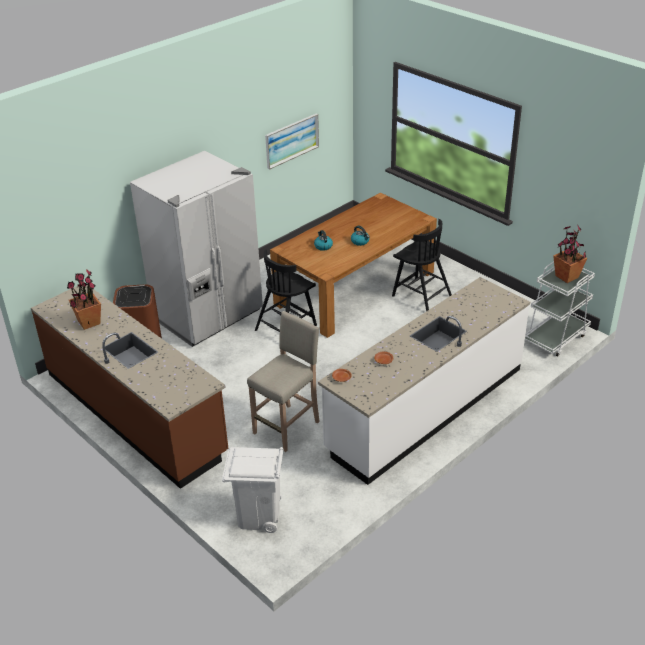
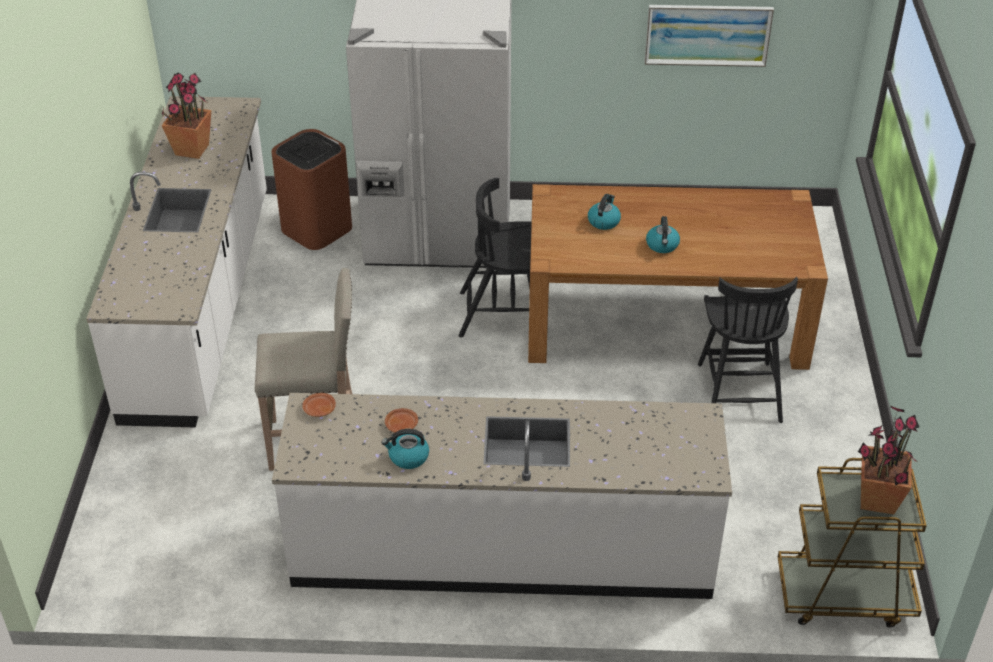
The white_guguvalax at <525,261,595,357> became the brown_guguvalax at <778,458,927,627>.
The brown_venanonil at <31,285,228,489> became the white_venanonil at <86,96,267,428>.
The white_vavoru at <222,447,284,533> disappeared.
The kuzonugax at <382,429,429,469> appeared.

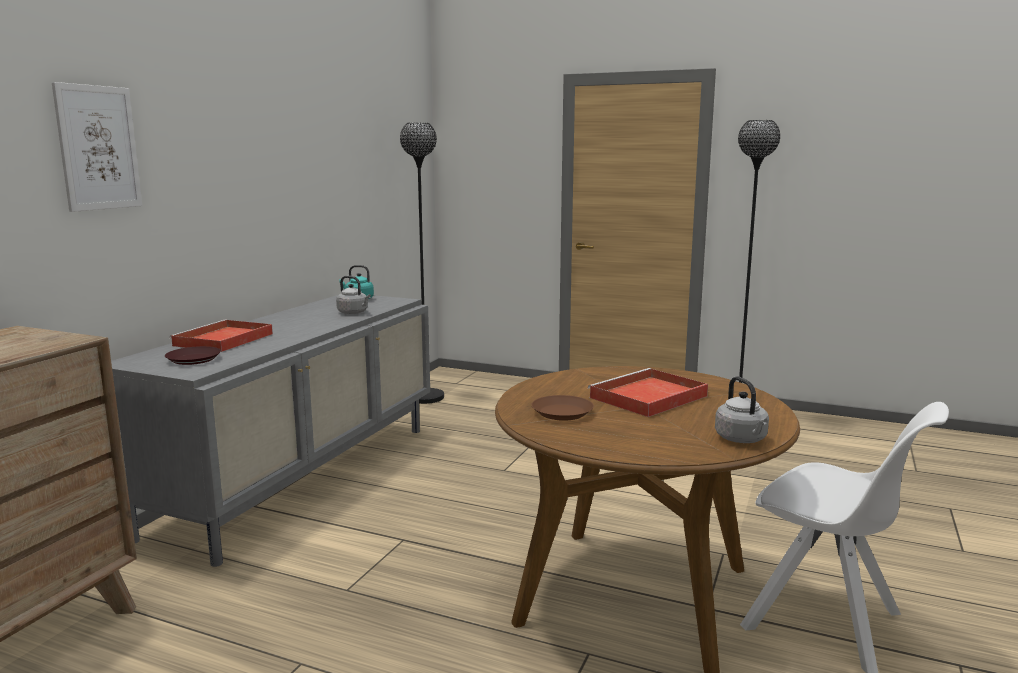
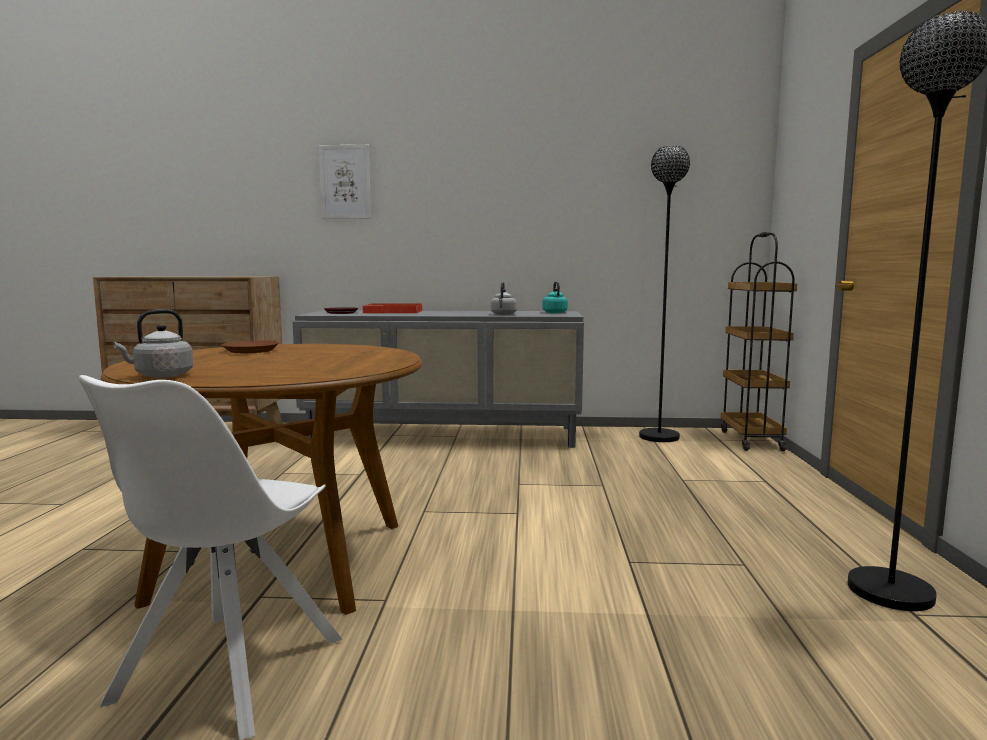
The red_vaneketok at <588,368,708,417> disappeared.
The brown_guguvalax at <720,232,797,451> appeared.

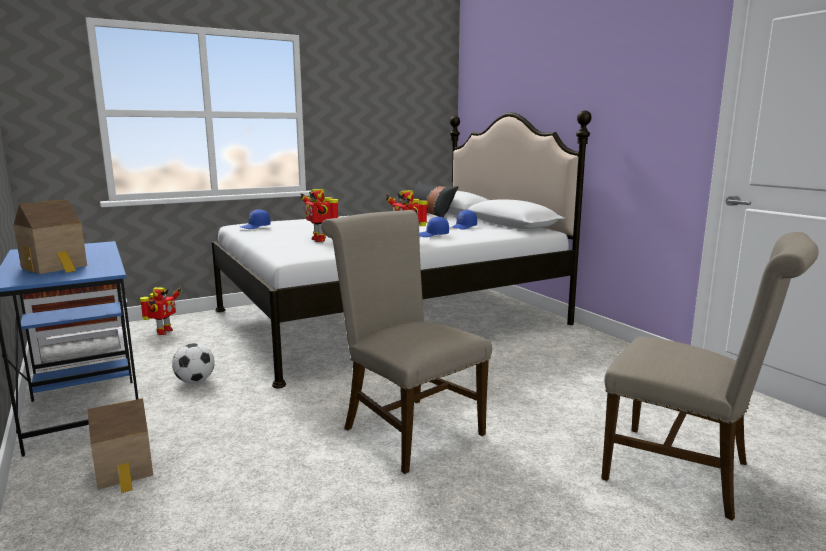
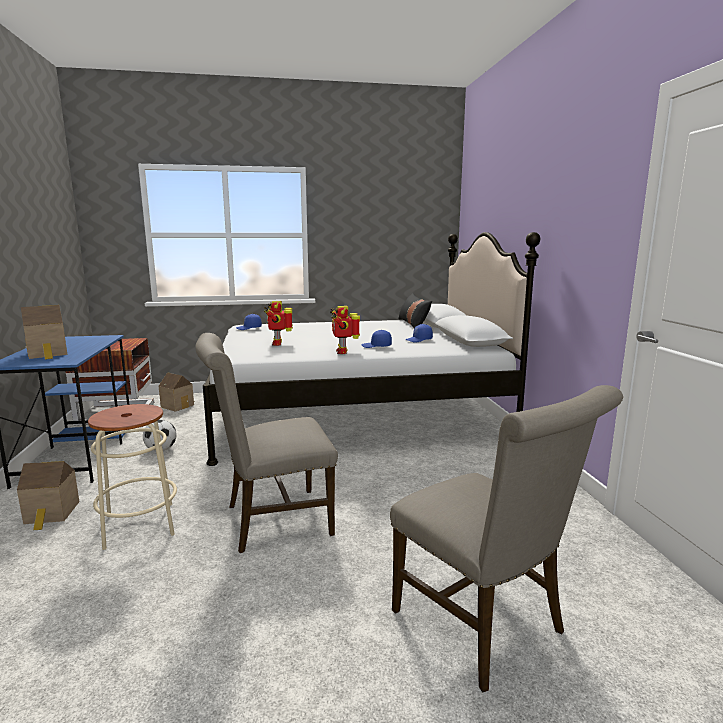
The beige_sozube at <321,210,492,474> turned 90 degrees counterclockwise.
The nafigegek at <140,287,182,335> was replaced by the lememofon at <159,372,195,412>.
The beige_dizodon at <88,404,177,550> appeared.

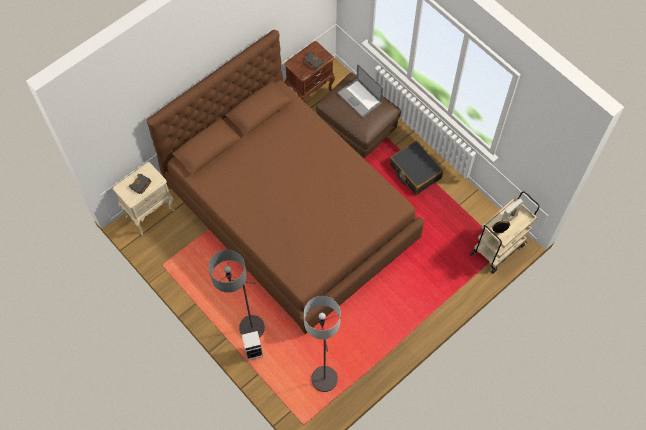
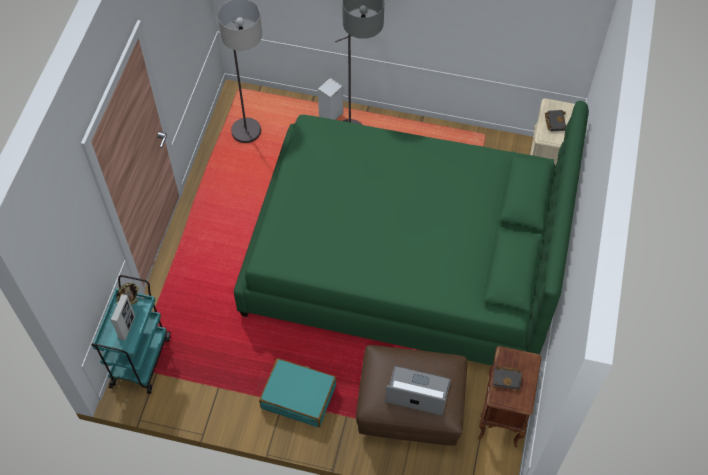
The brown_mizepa at <147,30,424,334> became the green_mizepa at <234,101,589,366>.
The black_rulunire at <390,141,443,195> became the turquoise_rulunire at <259,358,336,428>.
The beige_guguvalax at <469,192,540,274> became the turquoise_guguvalax at <91,275,171,394>.

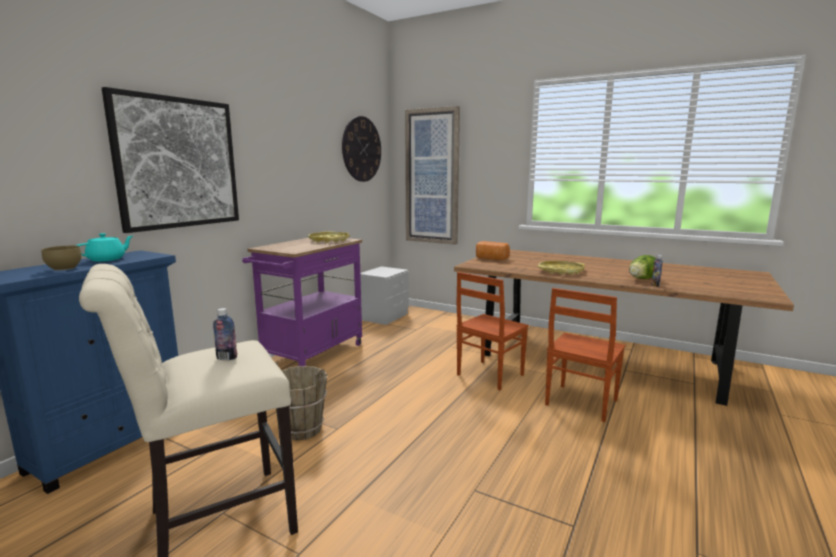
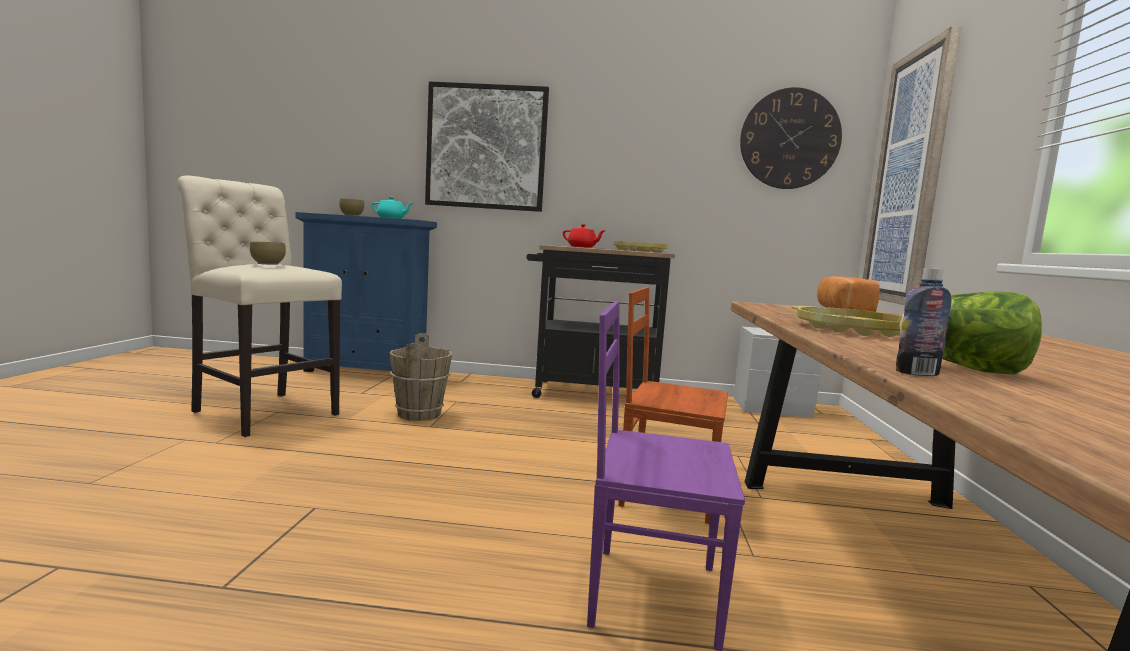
The purple_guguvalax at <242,238,362,366> became the black_guguvalax at <526,245,675,398>.
The brown_sozube at <545,288,625,422> became the purple_sozube at <587,301,745,651>.
The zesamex at <213,308,237,360> was replaced by the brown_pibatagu at <250,241,286,265>.
The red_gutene at <563,224,606,248> appeared.

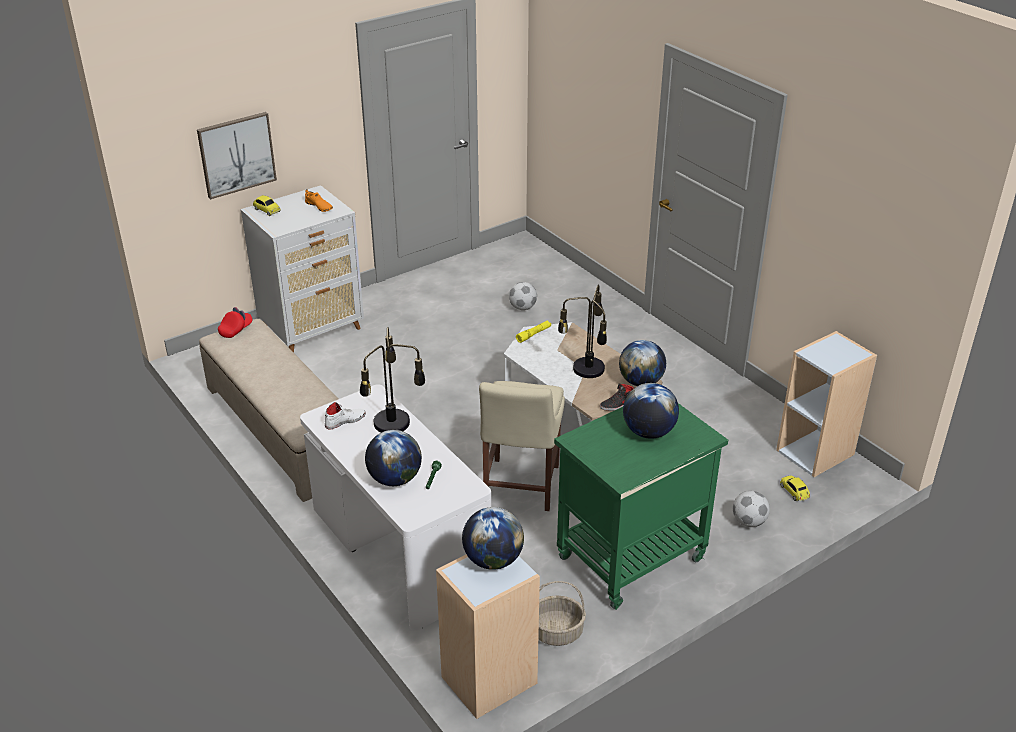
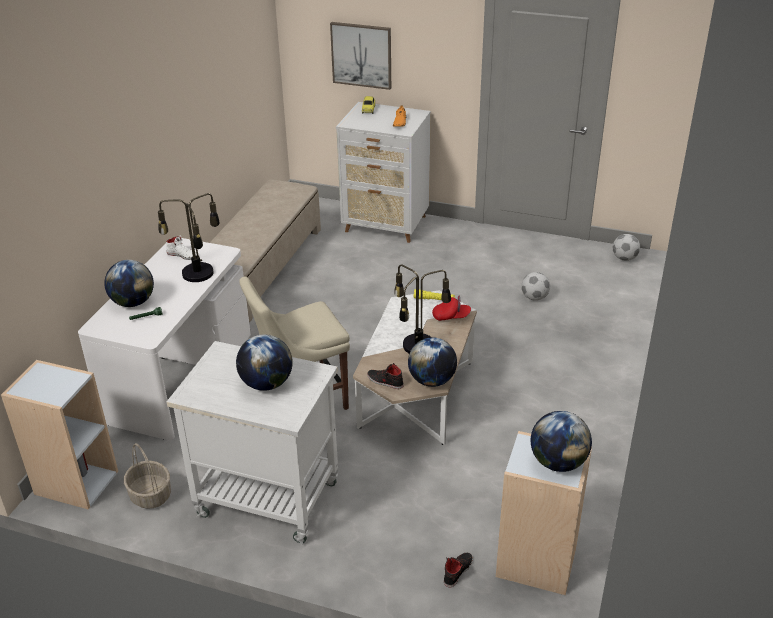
The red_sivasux moved from <218,307,252,338> to <432,296,471,321>.
The green_guguvalax at <554,403,728,610> became the white_guguvalax at <167,341,338,544>.
The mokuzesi at <780,475,810,501> was replaced by the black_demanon at <444,553,472,588>.
The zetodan moved from <733,491,770,527> to <613,234,640,261>.
The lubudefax moved from <462,507,524,570> to <531,411,592,472>.

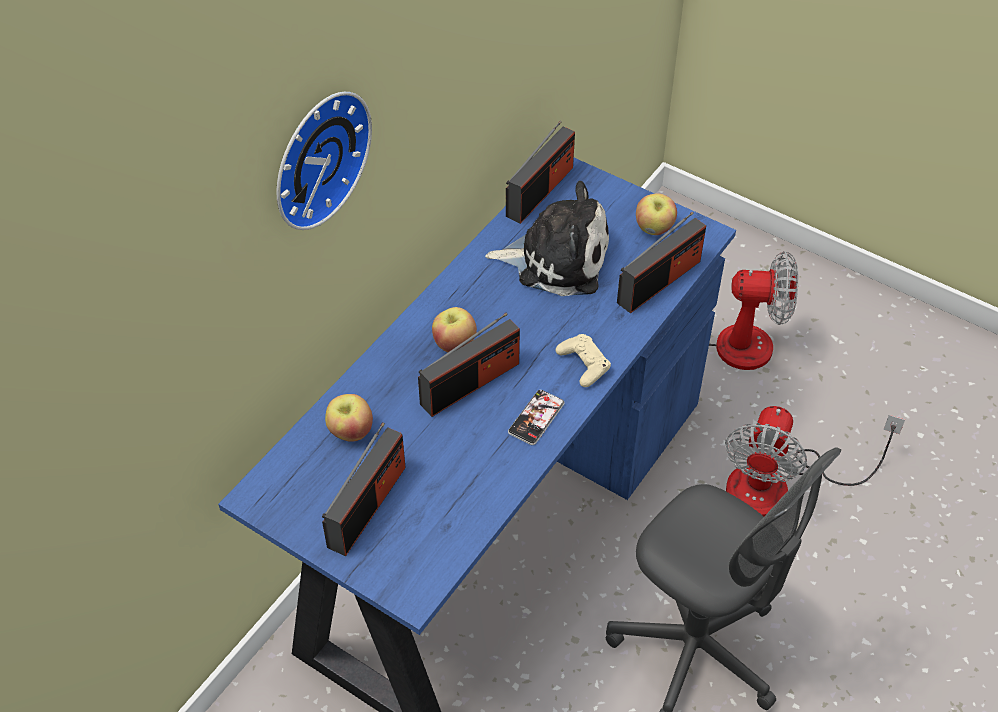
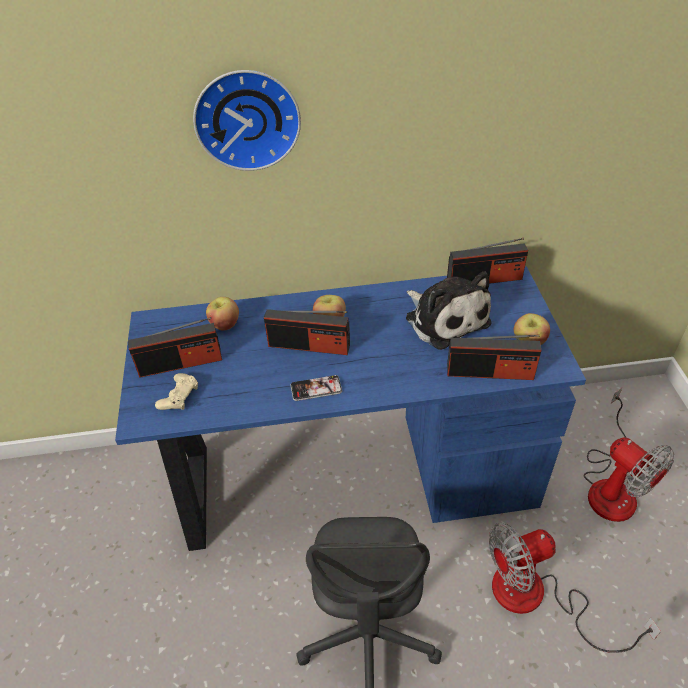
The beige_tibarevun moved from <555,334,611,387> to <155,373,198,410>.

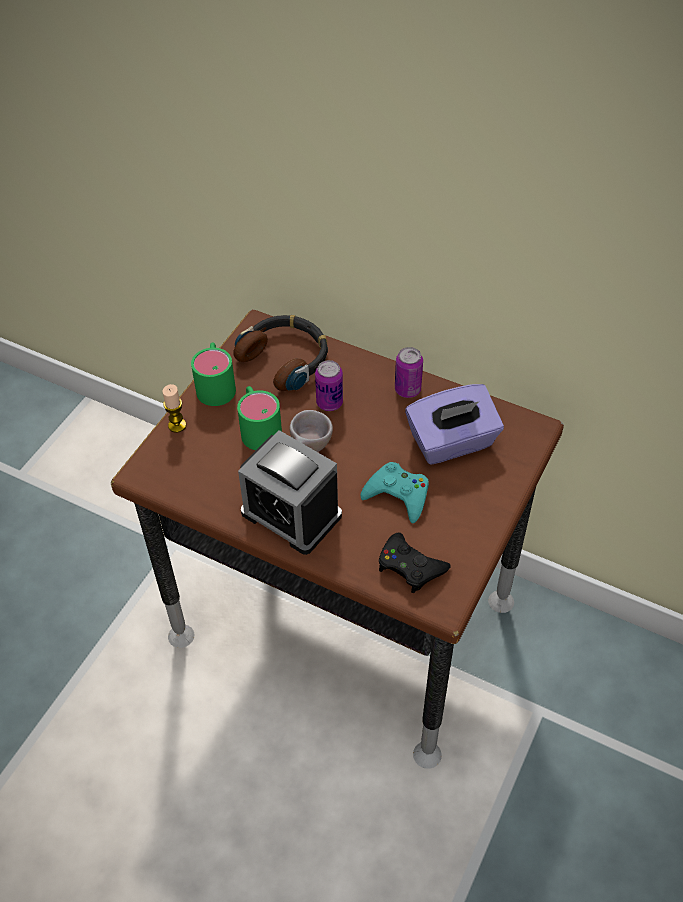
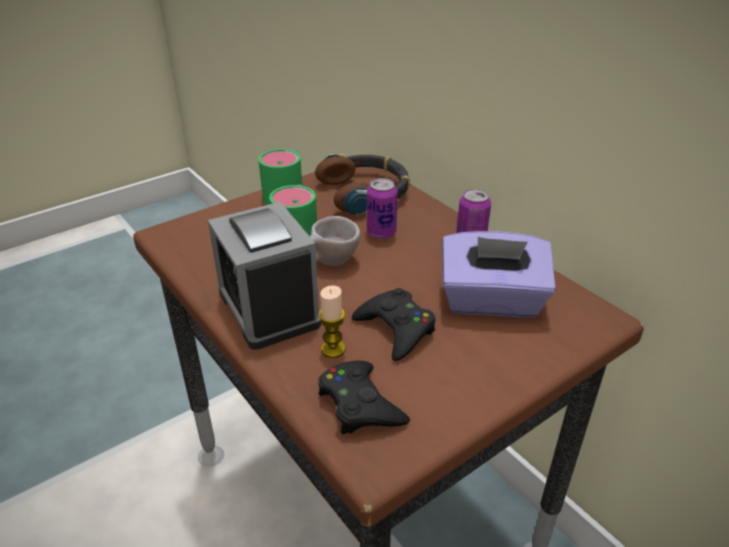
The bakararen moved from <163,384,186,433> to <319,285,345,358>.
The turquoise_tibarevun at <361,462,429,523> became the black_tibarevun at <352,288,436,361>.

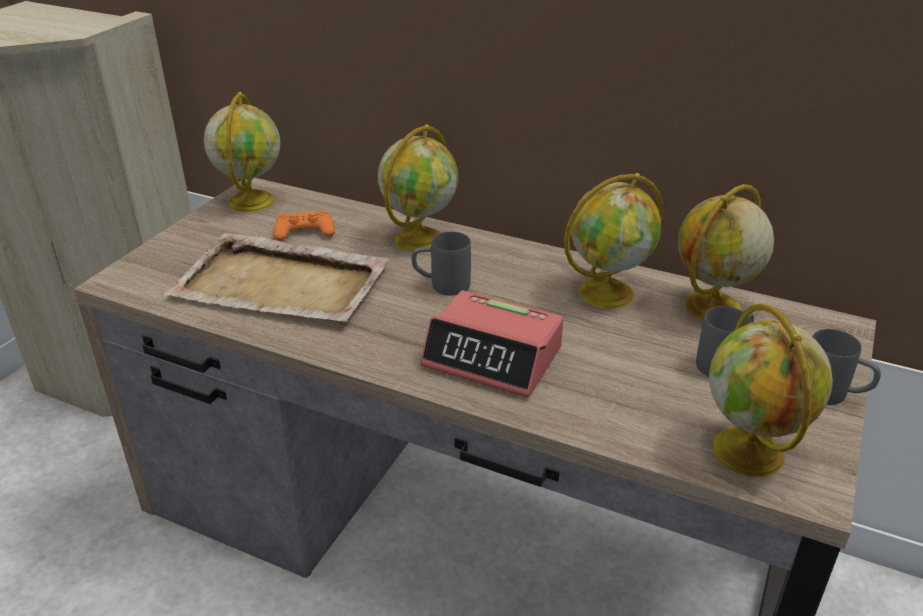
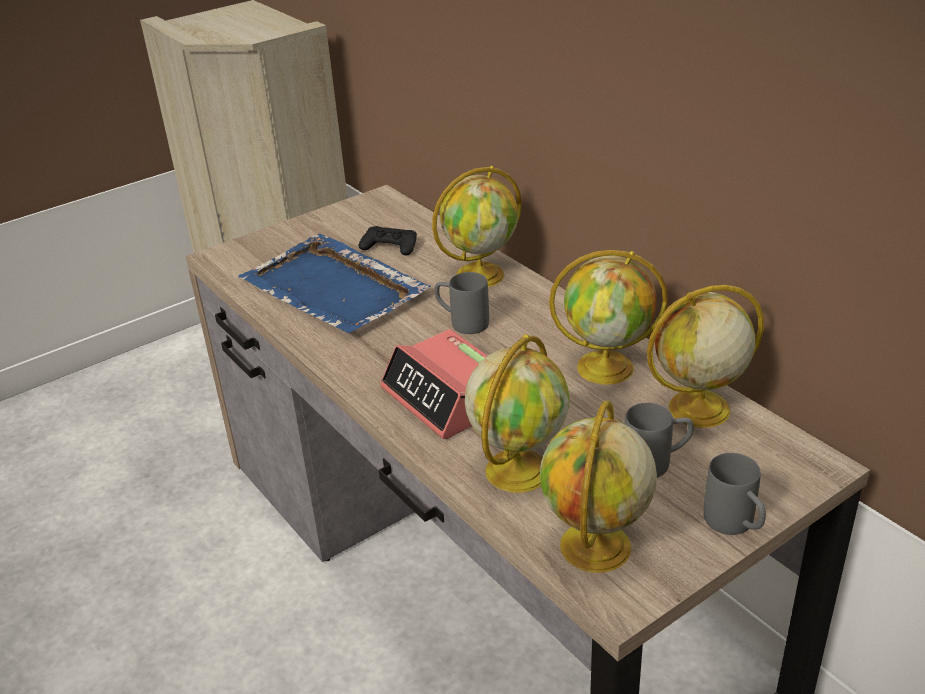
The lubudefax moved from <204,92,280,213> to <465,334,569,493>.
The orange_tibarevun at <273,211,335,241> became the black_tibarevun at <359,226,417,255>.
The beige_vaneketok at <164,233,390,322> became the blue_vaneketok at <238,234,431,334>.

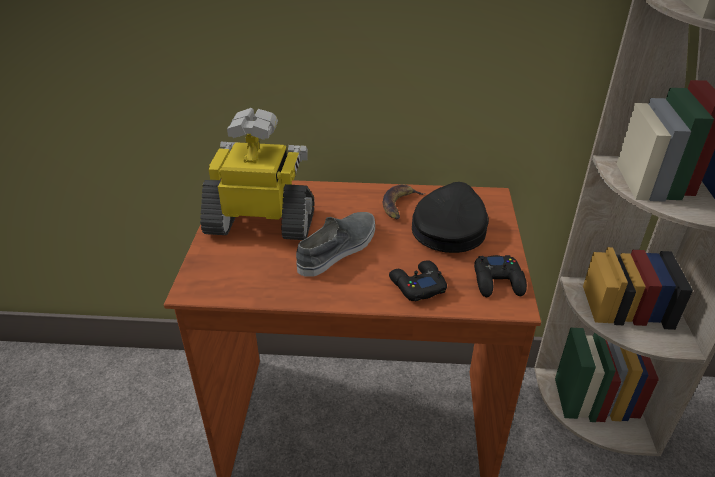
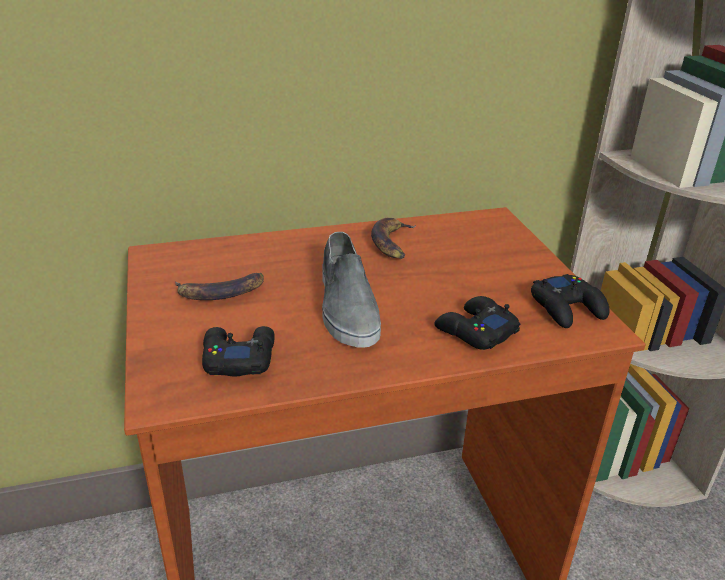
The nafigegek at <200,108,315,240> was replaced by the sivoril at <175,273,264,300>.
The black_sivasux at <412,182,489,253> disappeared.
The grey_demanon at <296,212,375,277> turned 150 degrees clockwise.
The black_tibarevun at <202,326,275,377> appeared.

